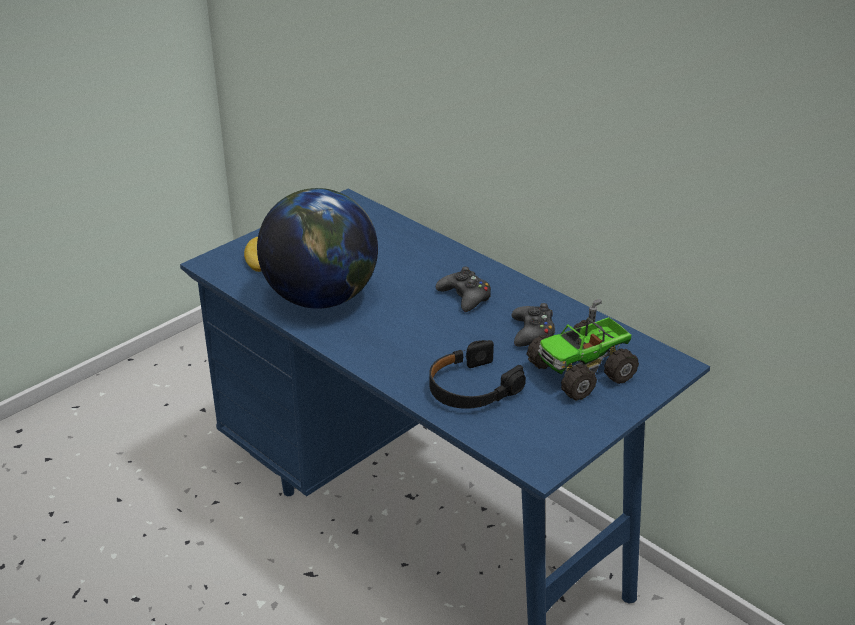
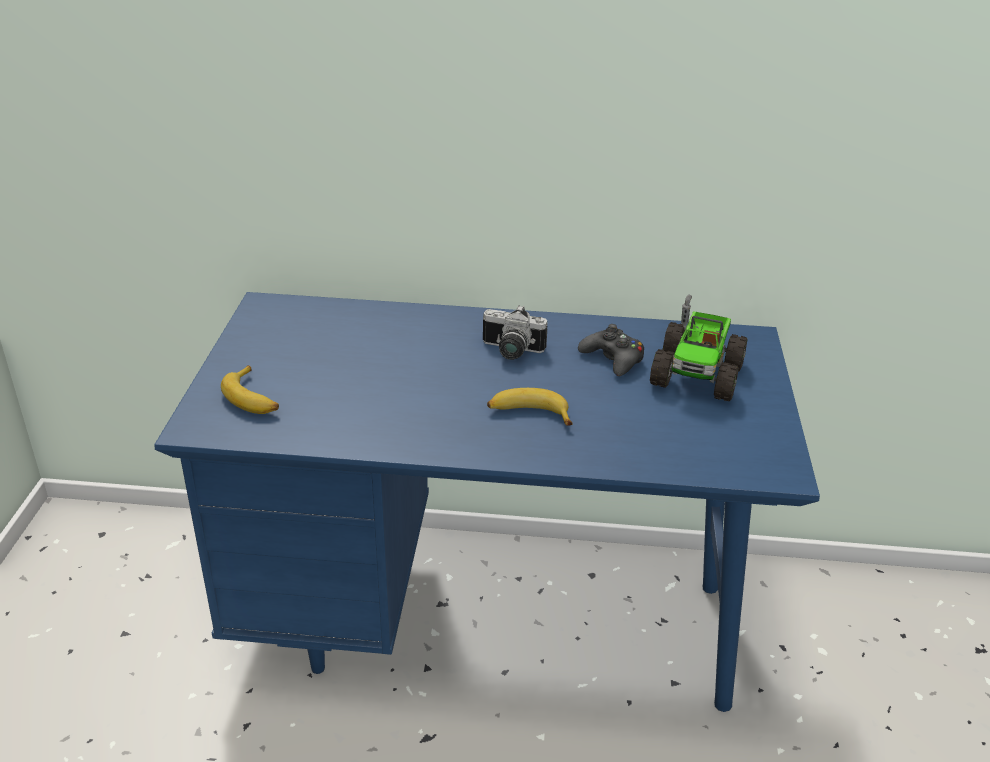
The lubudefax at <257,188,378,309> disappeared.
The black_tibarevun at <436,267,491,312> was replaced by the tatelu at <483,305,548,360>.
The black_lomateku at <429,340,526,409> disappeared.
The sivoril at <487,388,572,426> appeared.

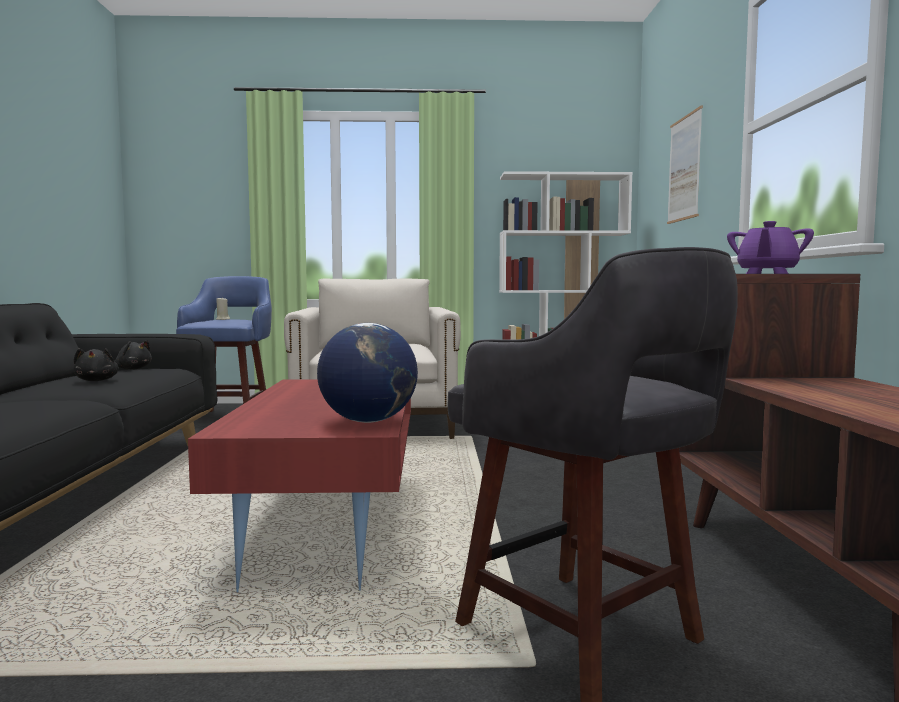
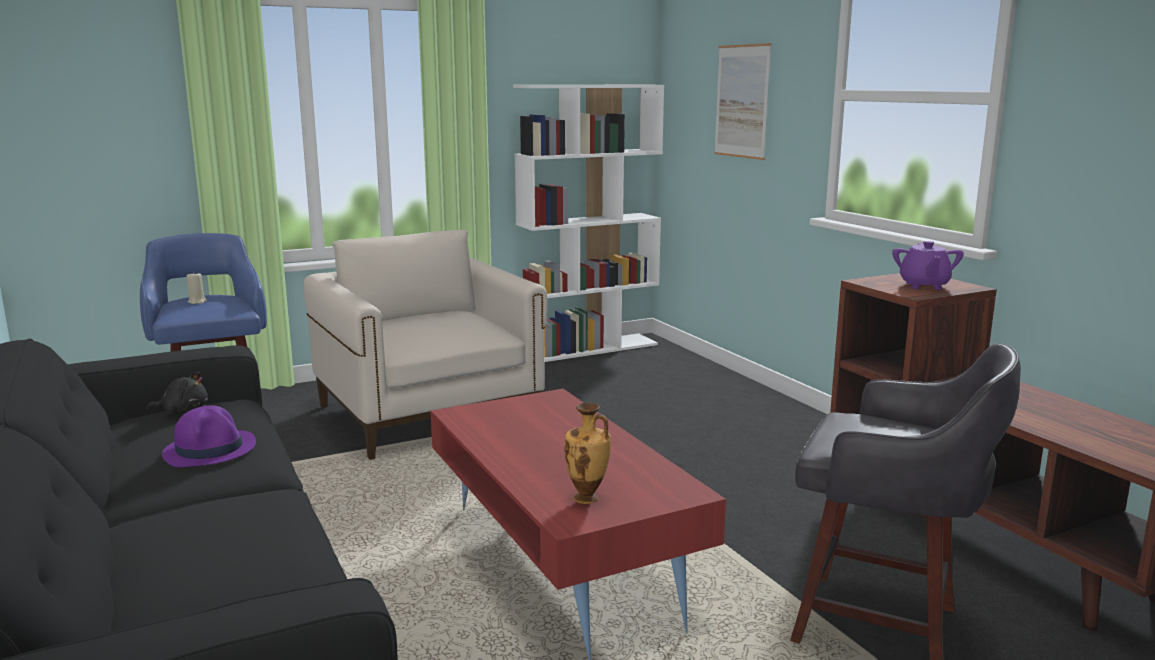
The lubudefax at <317,323,418,423> disappeared.
The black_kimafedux at <74,348,119,381> was replaced by the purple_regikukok at <162,405,256,467>.
The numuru at <565,403,611,504> appeared.

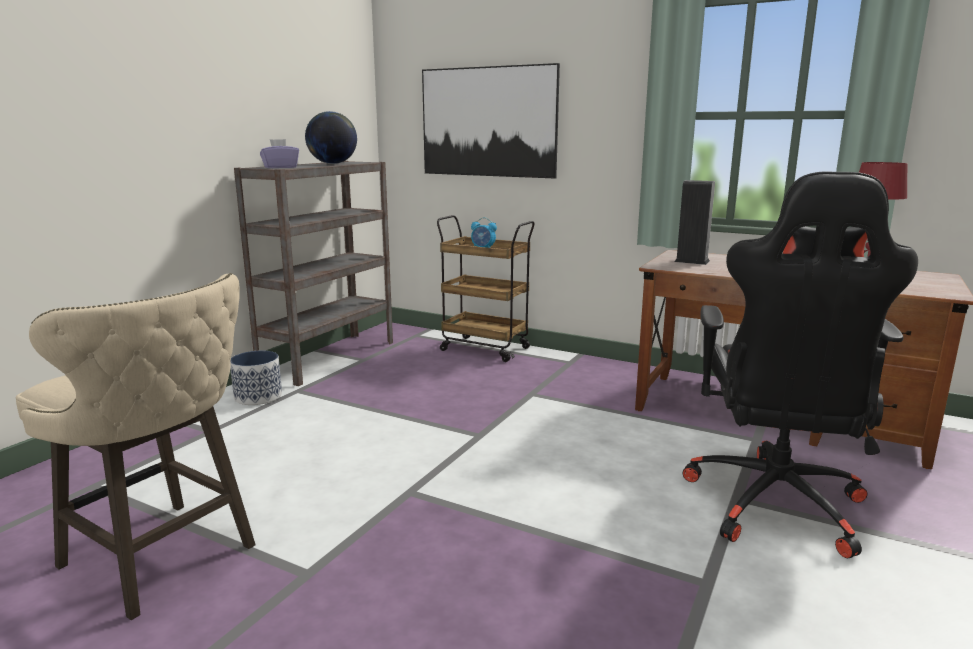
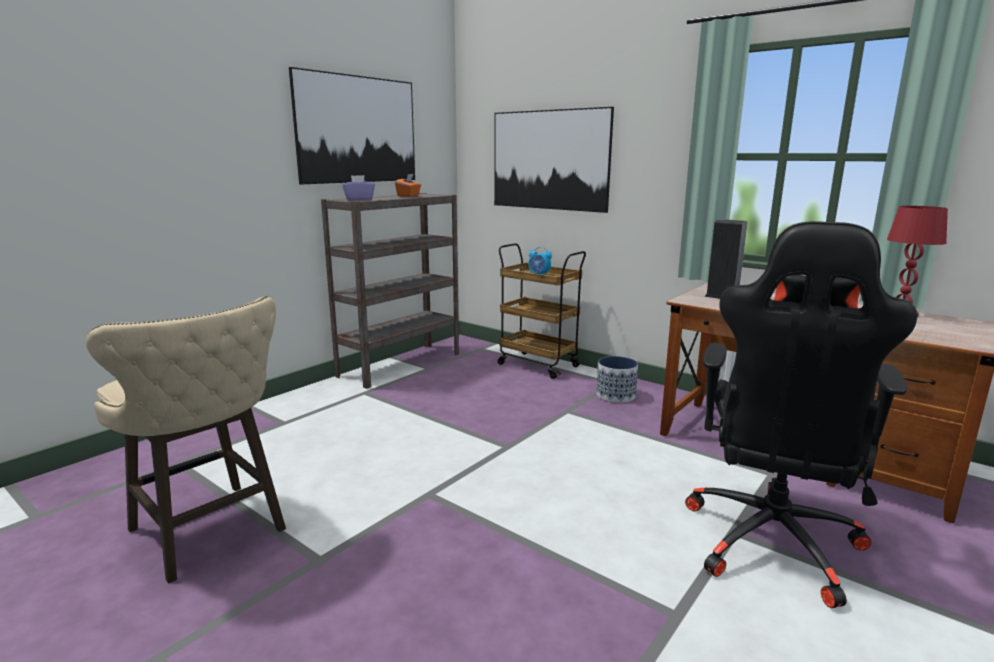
The lubudefax at <305,111,357,164> was replaced by the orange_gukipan at <395,174,421,197>.
The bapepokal moved from <230,351,282,405> to <596,356,638,403>.
The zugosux at <289,67,415,184> appeared.

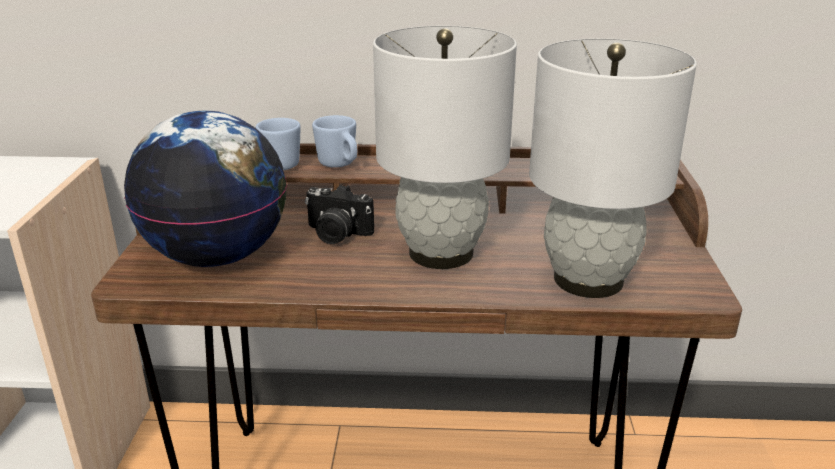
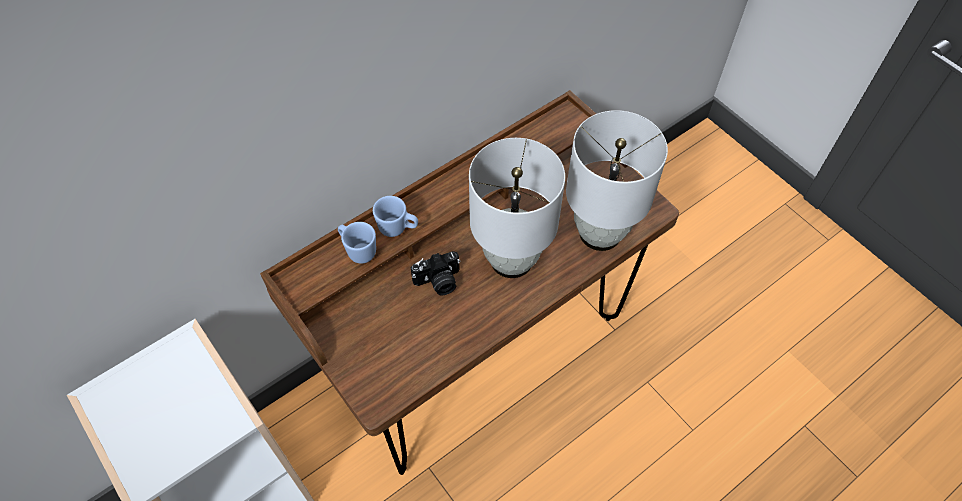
The lubudefax at <124,111,287,267> disappeared.

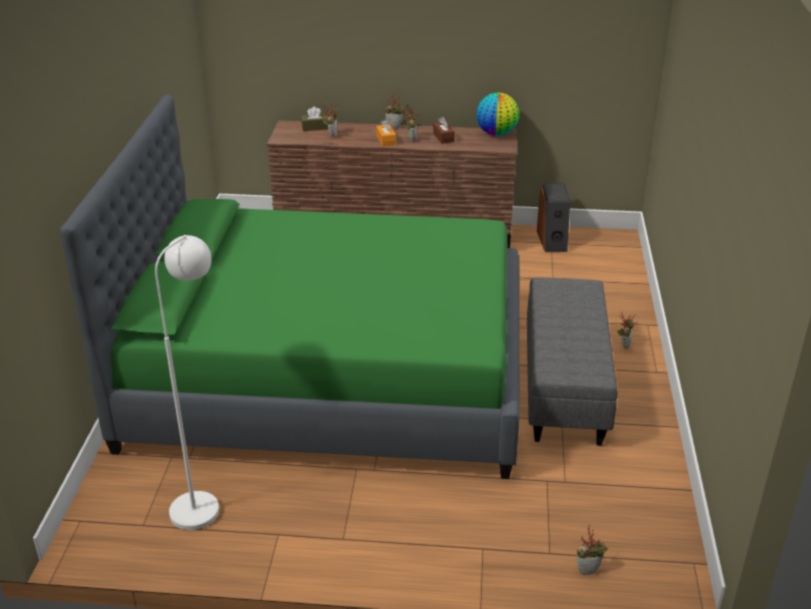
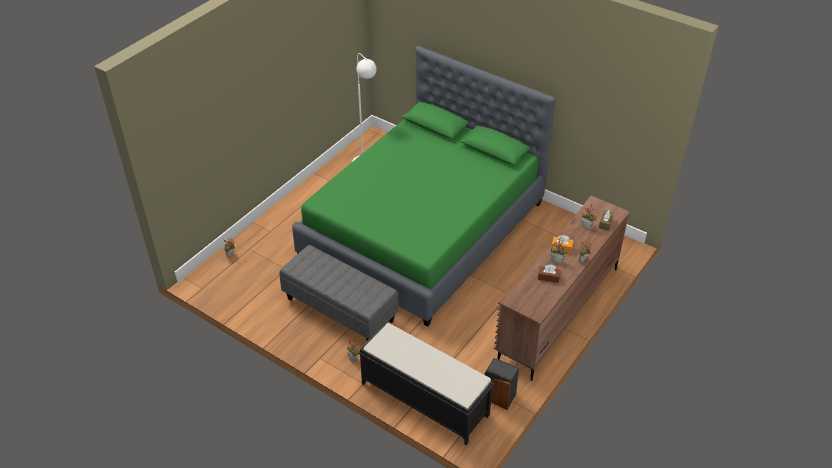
The lubudefax at <476,93,519,136> disappeared.
The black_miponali at <358,323,494,445> appeared.

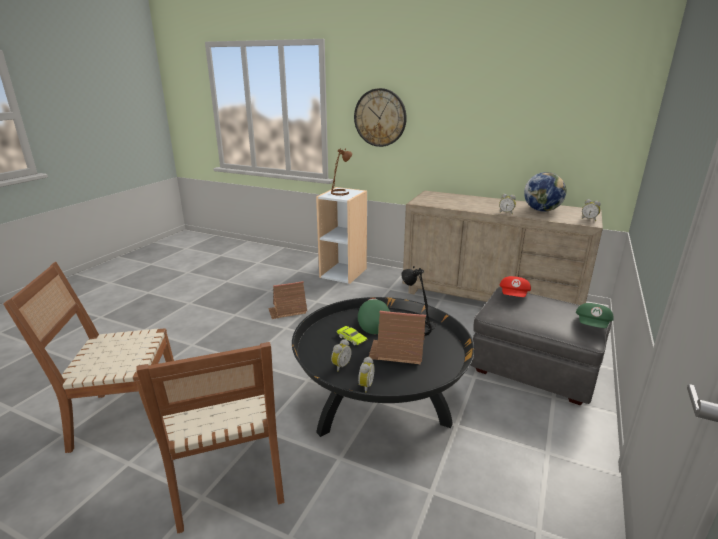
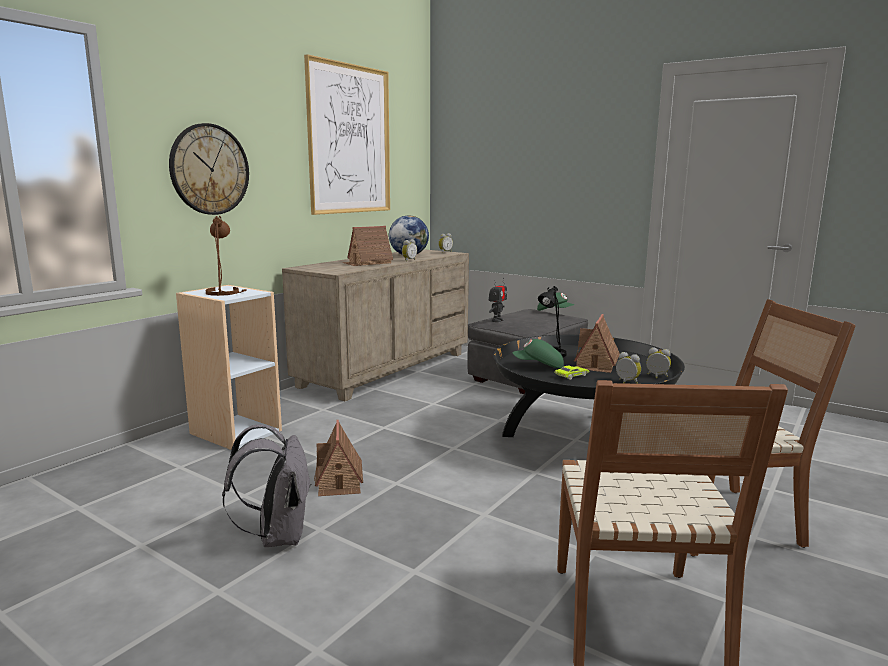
The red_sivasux at <499,276,531,297> was replaced by the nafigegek at <489,278,507,322>.
The zugosux at <304,54,390,215> appeared.
The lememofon at <342,226,393,266> appeared.
The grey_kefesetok at <222,424,312,547> appeared.

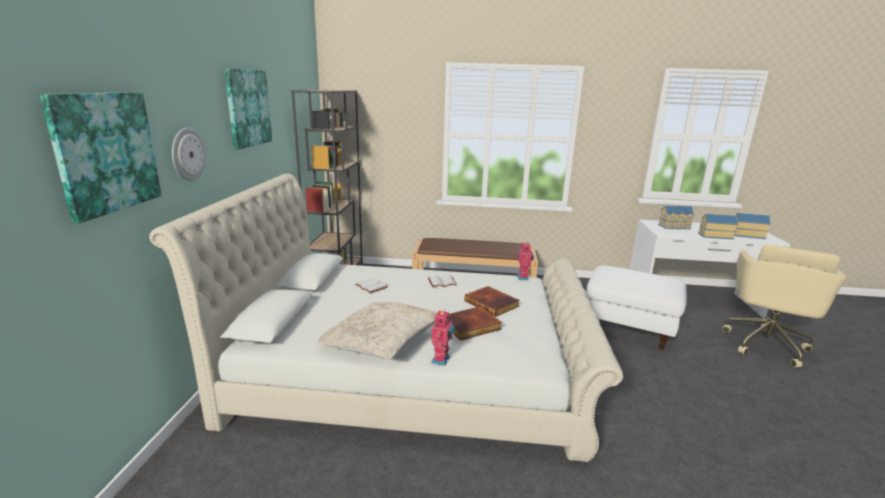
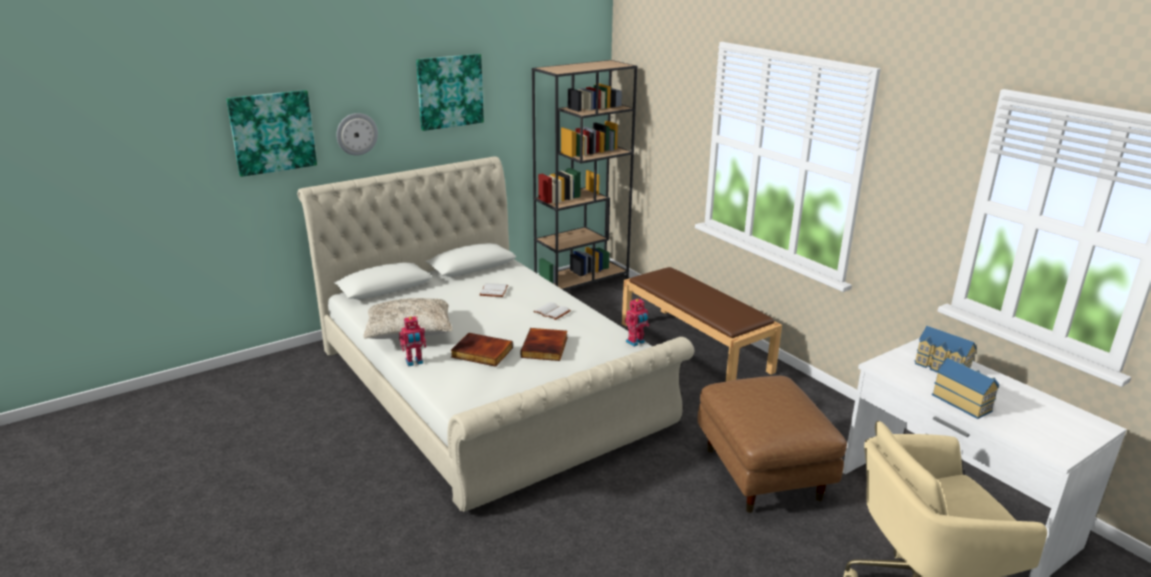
The lememofon at <734,213,770,239> disappeared.
The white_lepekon at <586,265,687,350> became the brown_lepekon at <697,376,847,513>.

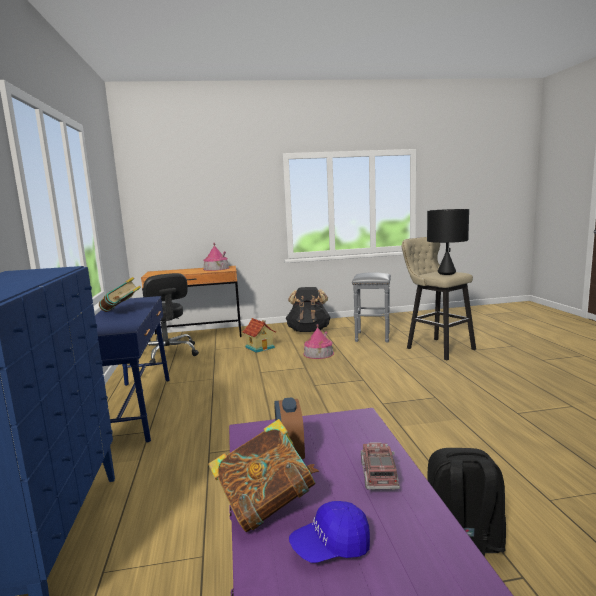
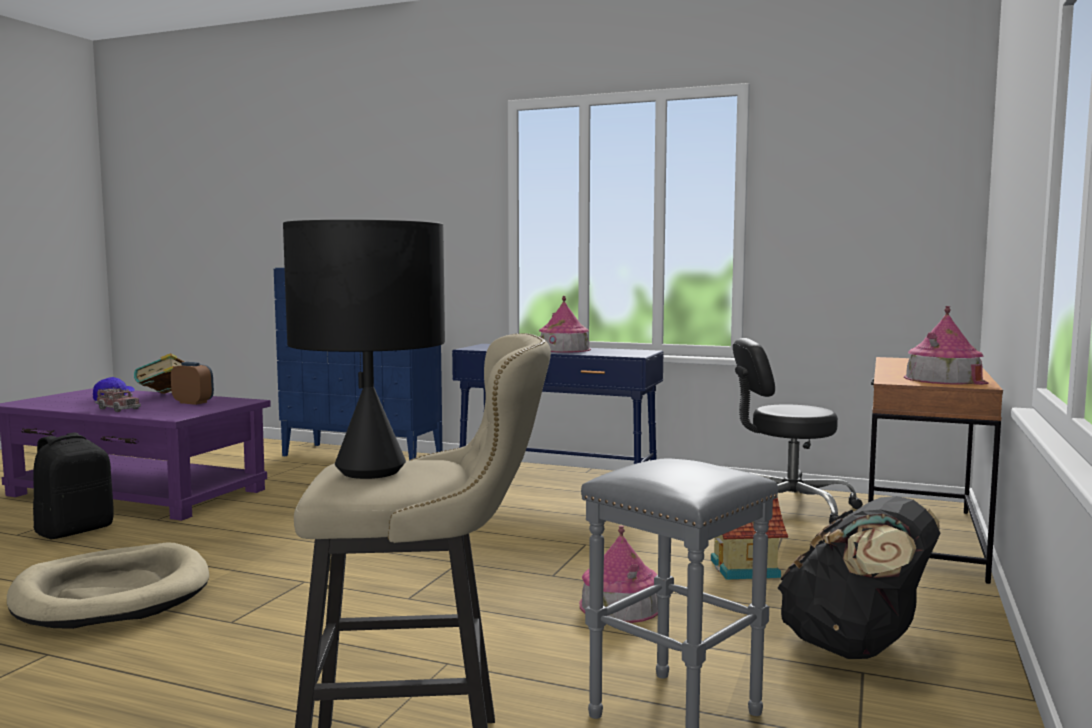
The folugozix at <99,277,141,312> was replaced by the lememofon at <538,296,591,353>.
The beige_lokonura at <7,542,209,629> appeared.

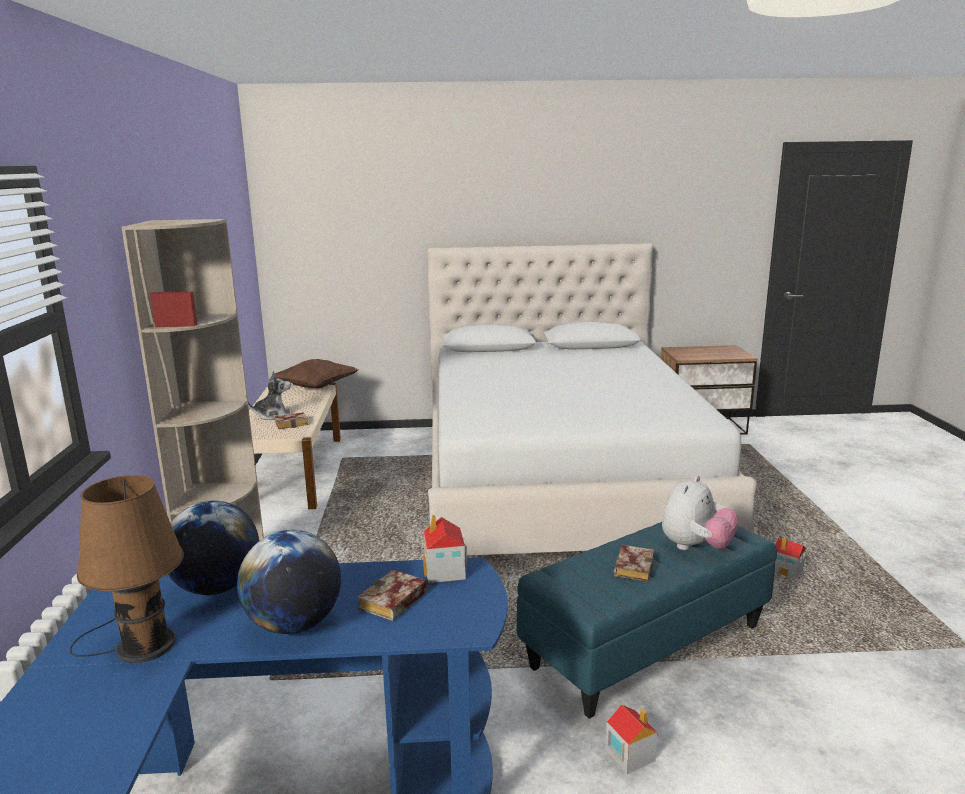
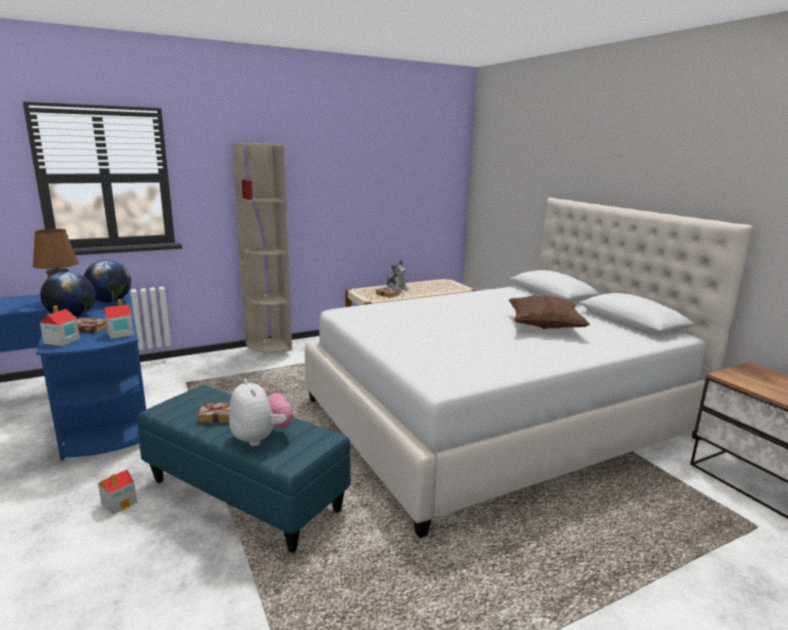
The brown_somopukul moved from <275,359,358,388> to <508,295,591,329>.
The kimafedux at <662,475,739,550> turned 135 degrees counterclockwise.
The lememofon moved from <775,538,806,579> to <40,306,80,346>.

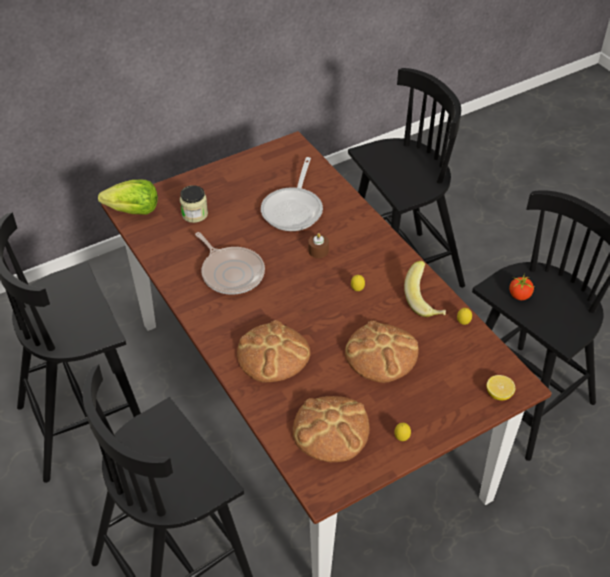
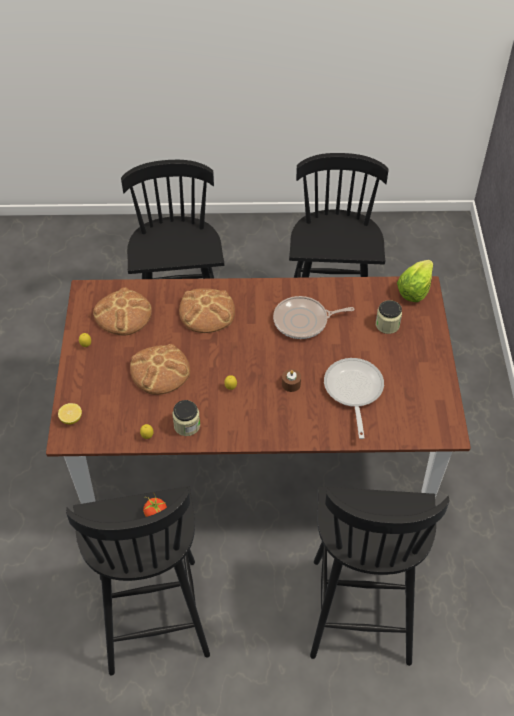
The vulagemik at <261,157,323,231> turned 45 degrees clockwise.
The sivoril at <404,261,446,317> was replaced by the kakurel at <172,400,200,436>.

